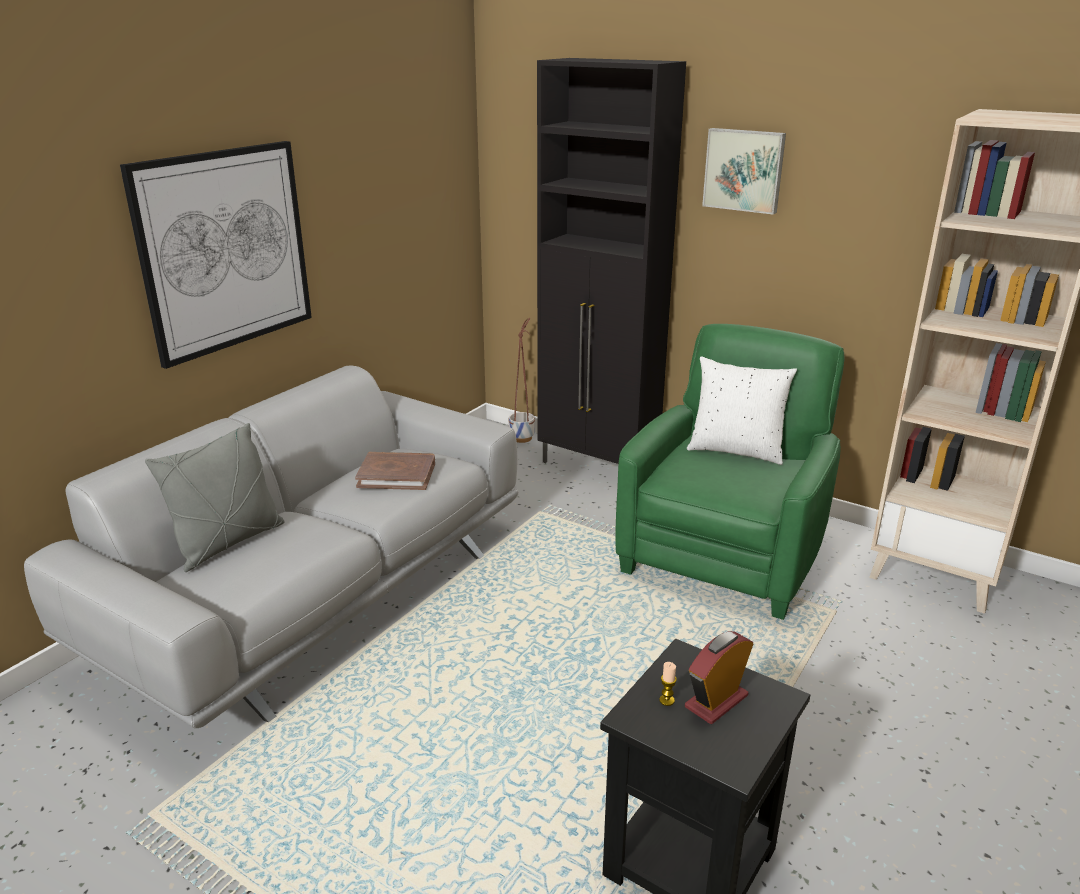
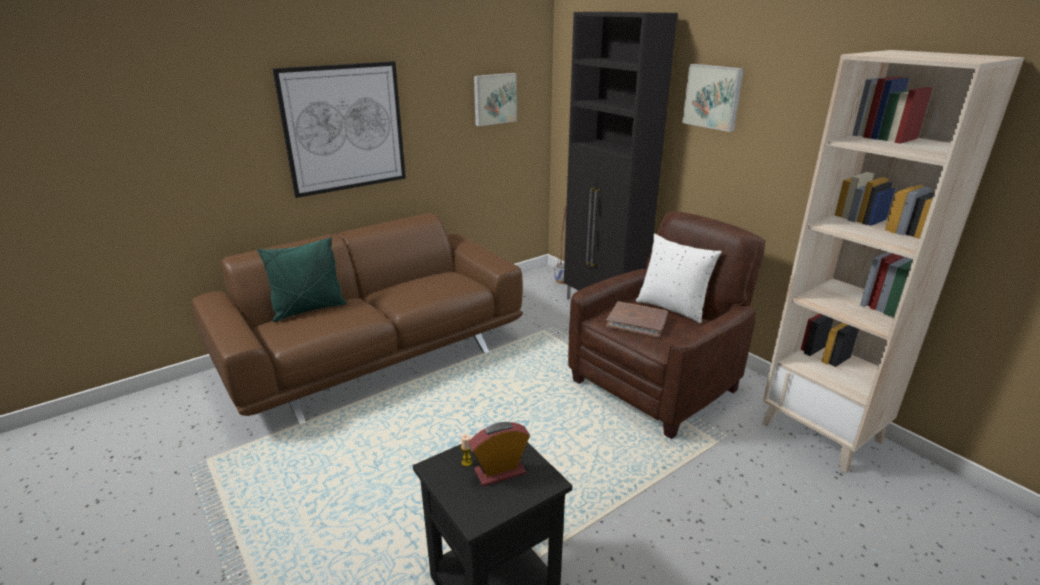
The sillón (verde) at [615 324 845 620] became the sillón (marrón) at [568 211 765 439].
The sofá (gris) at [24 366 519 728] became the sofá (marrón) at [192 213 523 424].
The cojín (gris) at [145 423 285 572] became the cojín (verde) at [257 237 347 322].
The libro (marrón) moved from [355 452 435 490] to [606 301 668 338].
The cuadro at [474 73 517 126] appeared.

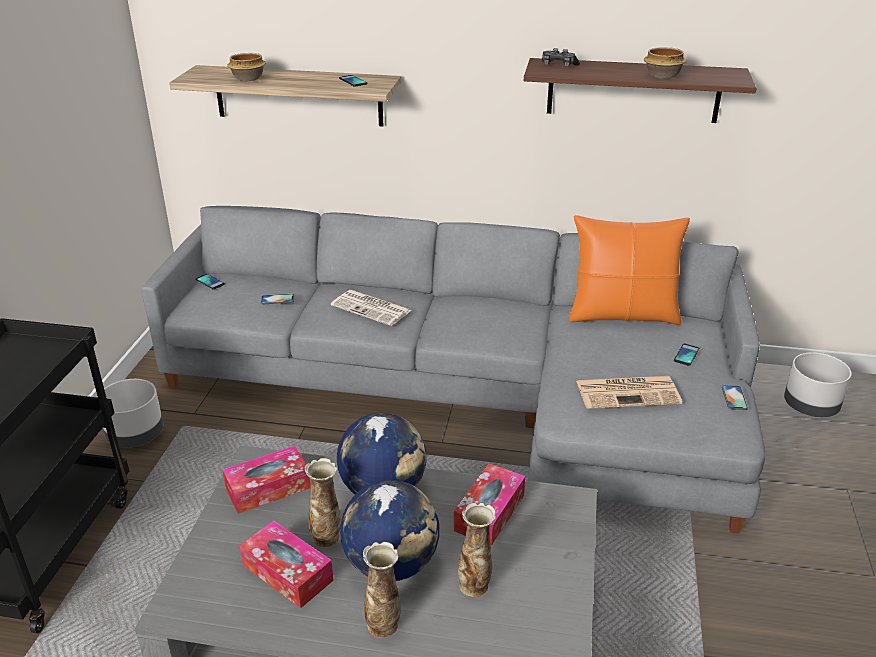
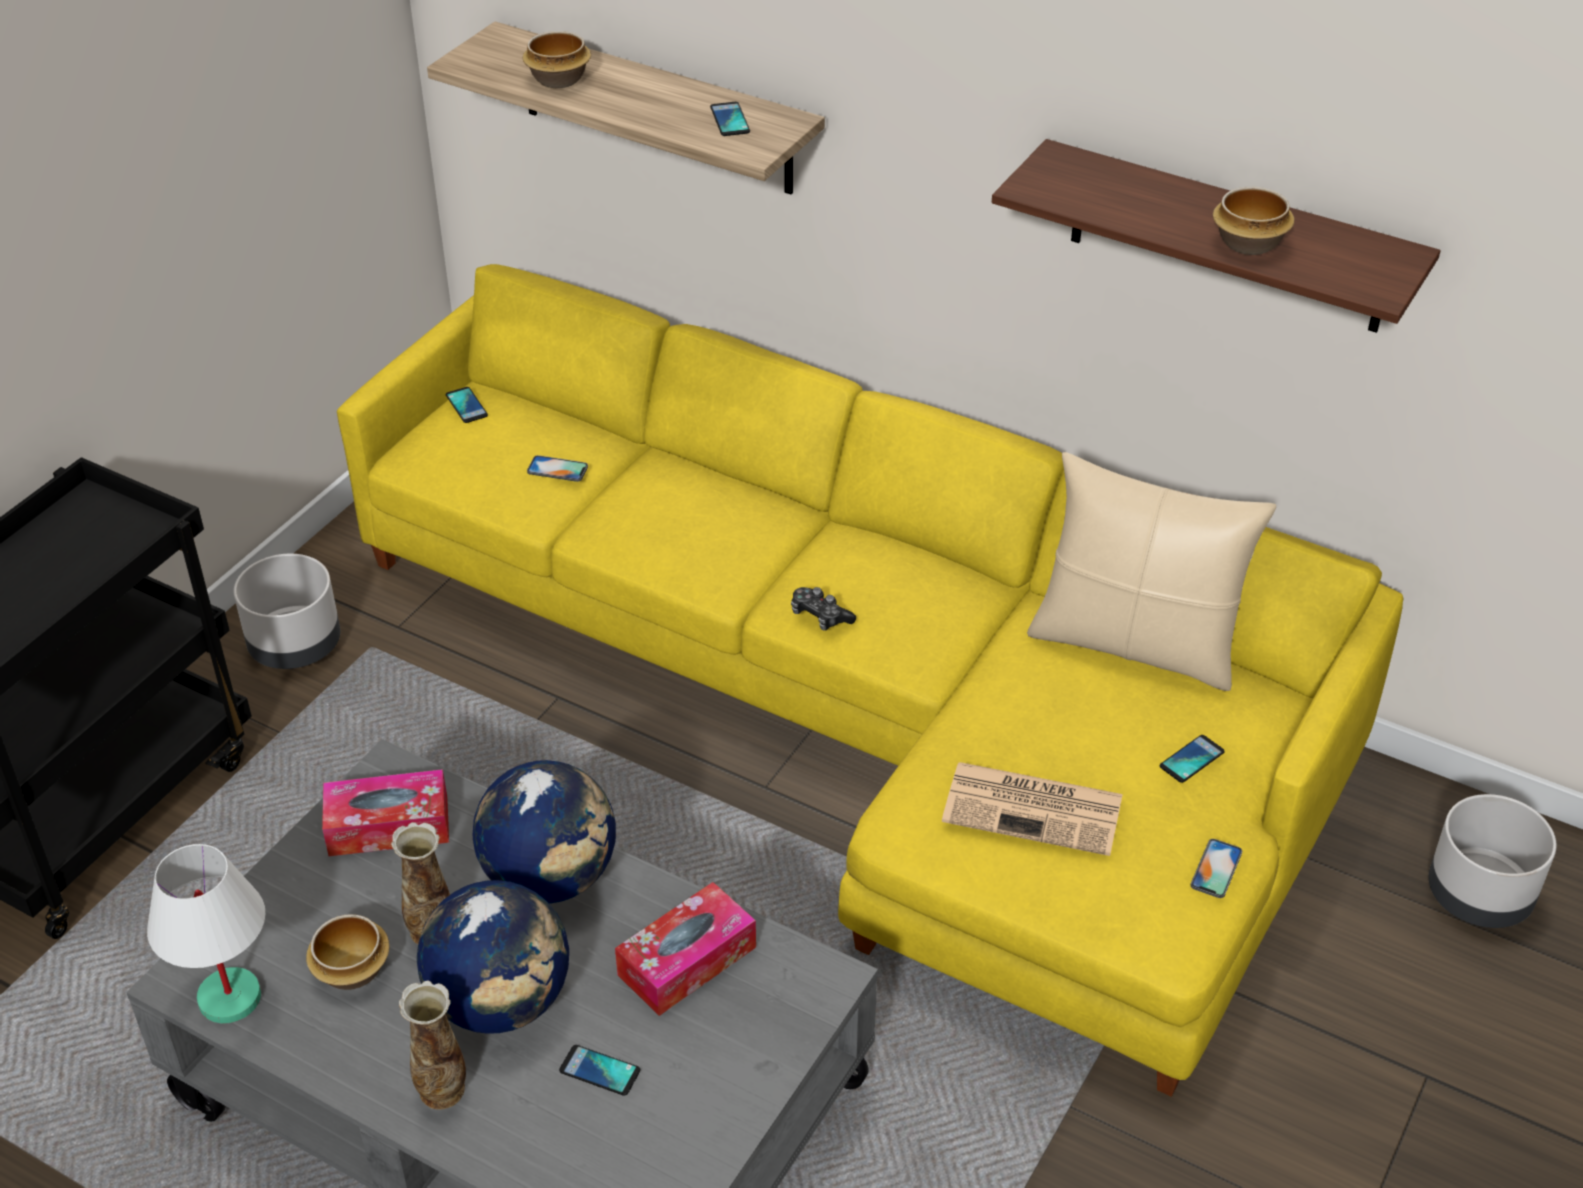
The mando de consola moved from [542 48 580 67] to [791 587 856 630].
The sofá (gris) at [141 206 765 533] became the sofá (amarillo) at [337 264 1403 1097].
The cojín (naranja) at [569 215 690 325] became the cojín (beis) at [1027 452 1276 691].
The periódico at [331 290 411 326] disappeared.
The florero at [458 503 496 597] was replaced by the móvil at [559 1045 640 1096].
The caja de pañuelos at [240 520 334 608] was replaced by the cuenco at [306 914 390 990].
The lámpara de mesa (blanco) at [147 844 266 1023] appeared.

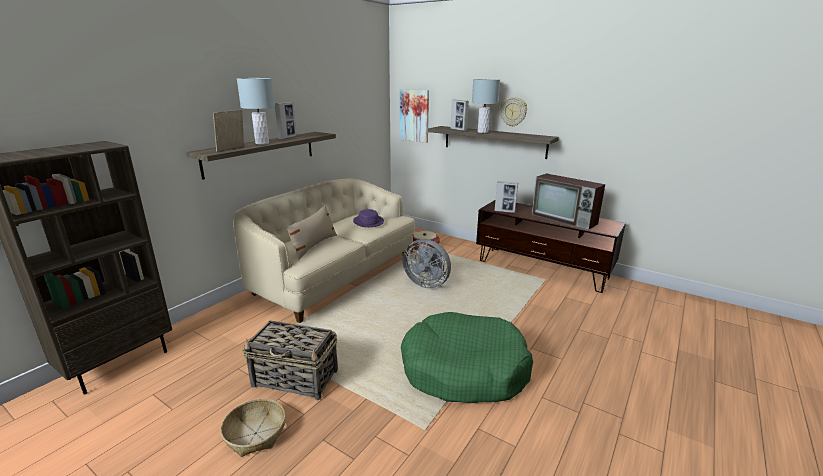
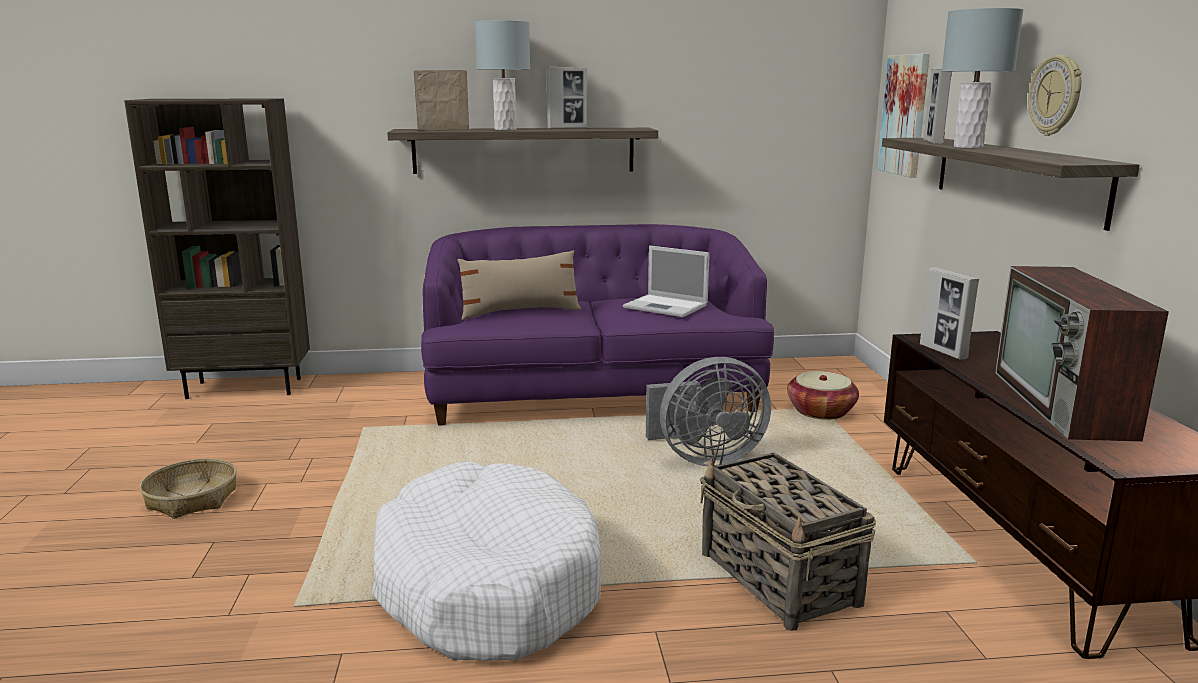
The sofá (beis) at [233 179 415 323] became the sofá (morado) at [421 224 774 426].
The sombrero (morado) at [353 209 384 227] was replaced by the portátil at [623 246 710 317].
The ventilador (gris) at [403 239 451 288] turned 90 degrees counterclockwise.
The cama para perro (verde) at [401 312 533 403] became the cama para perro (blanco) at [372 461 601 660].
The cesta moved from [242 321 338 401] to [700 453 876 631].

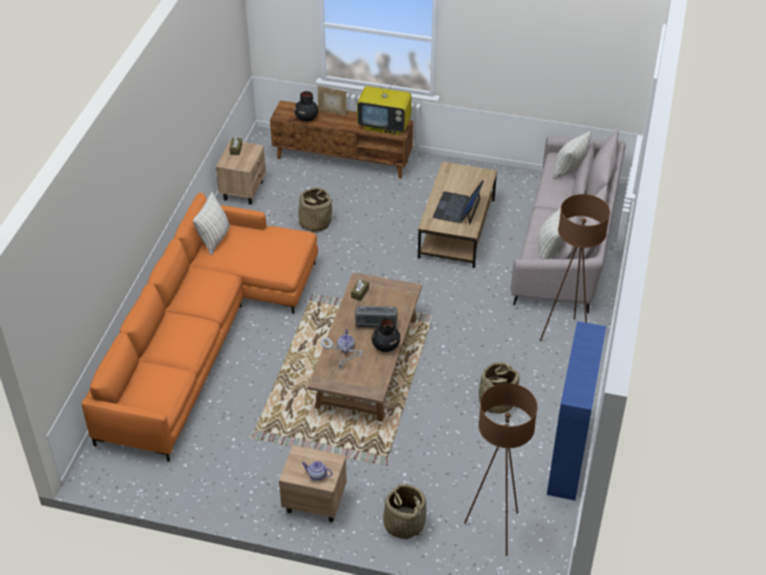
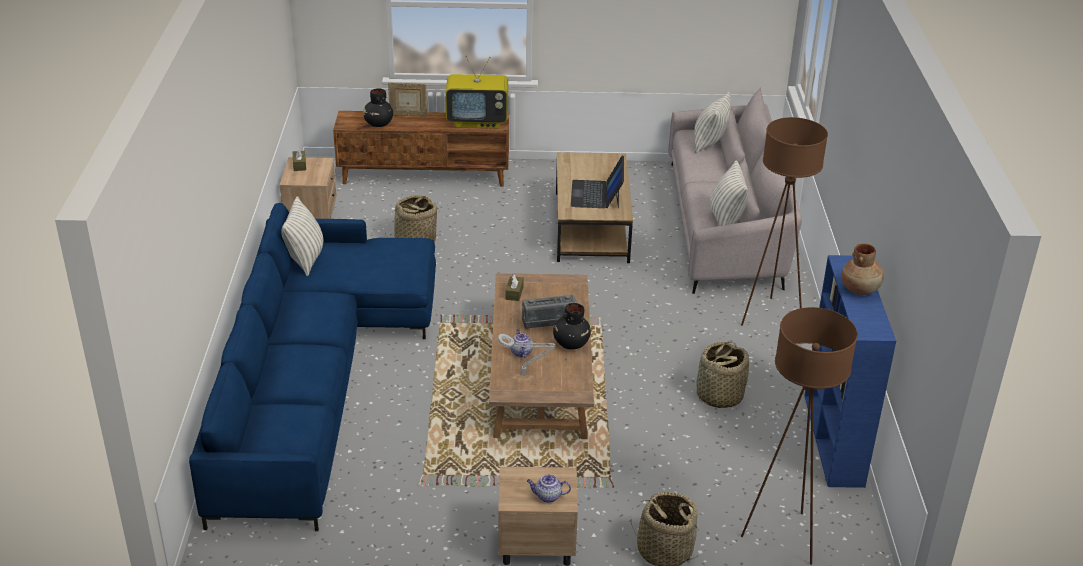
The sofá (naranja) at [82 193 318 462] became the sofá (azul) at [189 203 436 531].
The florero (marrón) at [842 243 884 295] appeared.

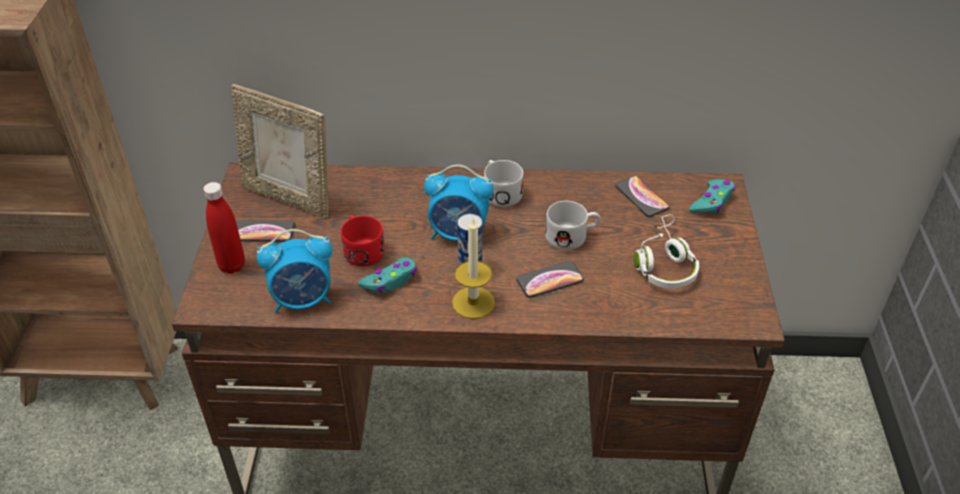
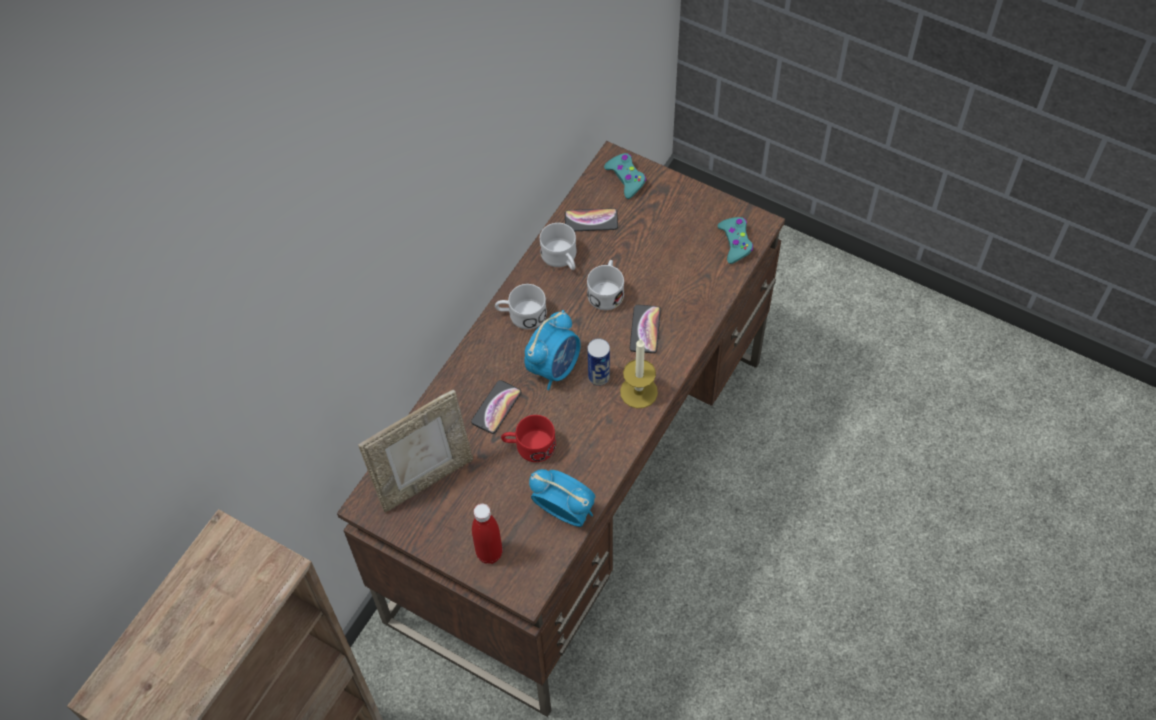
The auriculares (blanco) at [634 214 699 289] disappeared.
The móvil moved from [236 220 295 242] to [471 380 521 434].
The despertador at [257 229 333 313] turned 75 degrees counterclockwise.
The mando de consola (turquesa) moved from [358 257 417 294] to [718 217 753 264].
The taza grande (blanco) at [539 223 577 270] appeared.

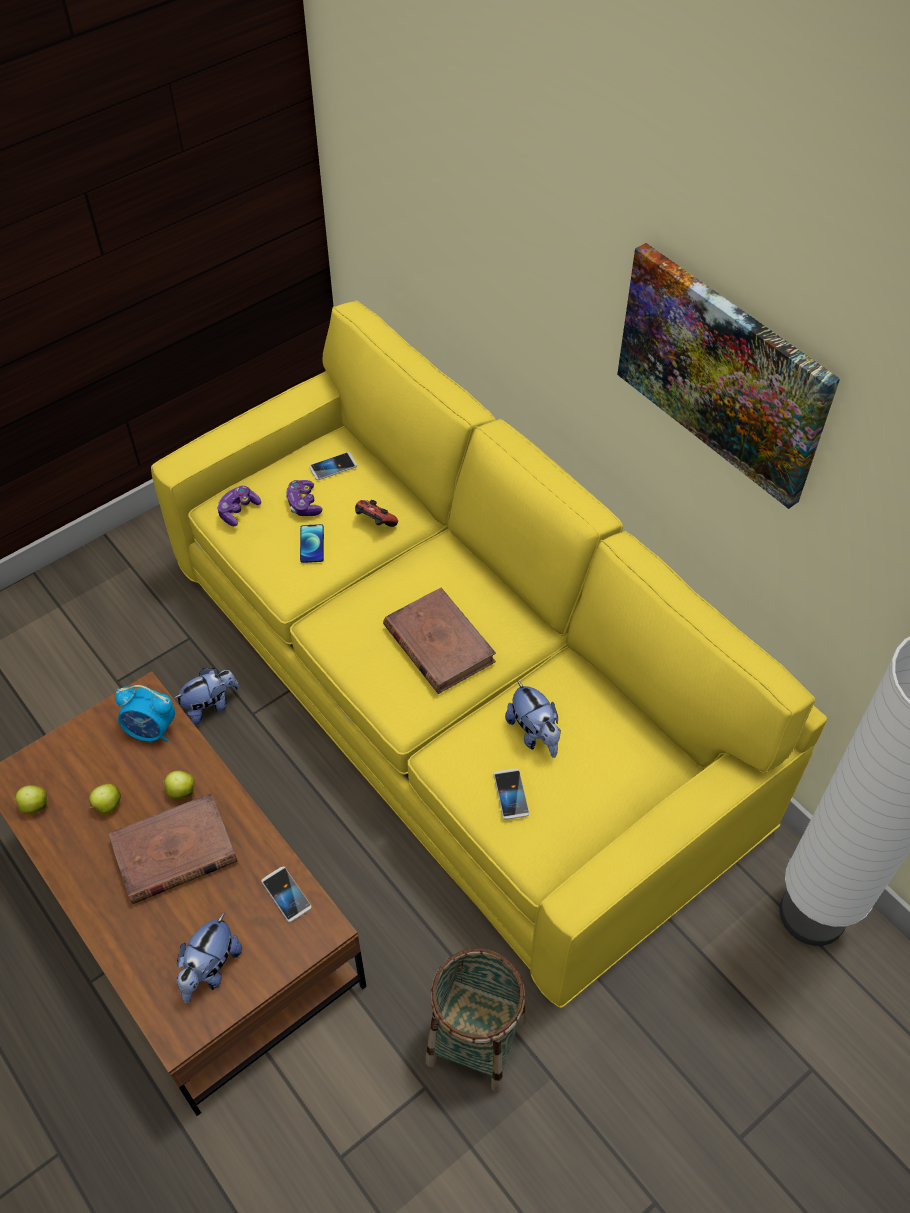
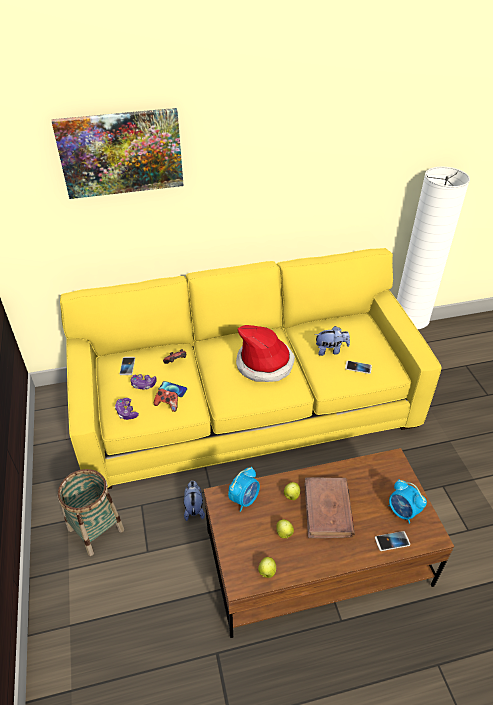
The cuadro moved from [617 243 840 509] to [52 108 184 199].
The libro (marrón) at [383 588 496 694] was replaced by the sombrero at [236 325 295 382].
The móvil moved from [261 867 312 922] to [375 531 410 551].
The peluche at [176 912 242 1004] was replaced by the despertador at [389 479 427 524].
The cesta moved from [425 948 525 1093] to [58 469 124 556].
The mando de consola at [154 388 178 412] appeared.

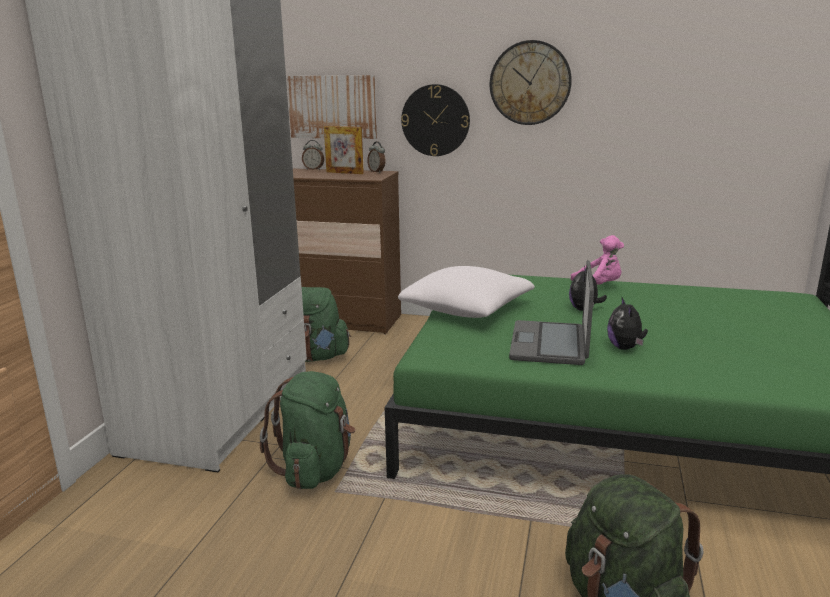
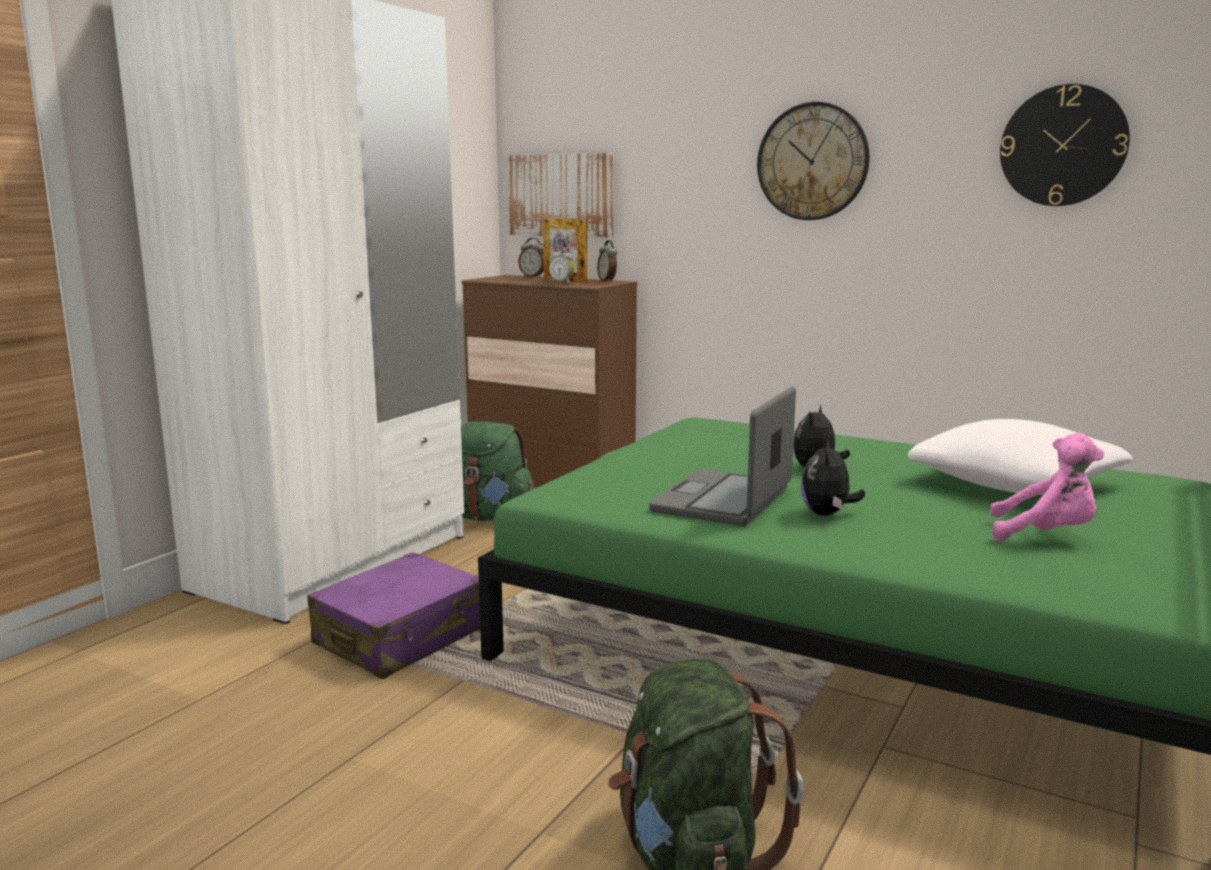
The reloj de pared moved from [401 84 470 156] to [1000 84 1130 206].
The peluche (rosa) moved from [571 235 624 285] to [990 433 1104 541].
The cojín (blanco) moved from [398 266 535 318] to [908 419 1133 495].
The mochila (verde) at [260 371 355 489] was replaced by the maleta (morado) at [307 552 480 679].
The despertador at [549 252 574 284] appeared.

